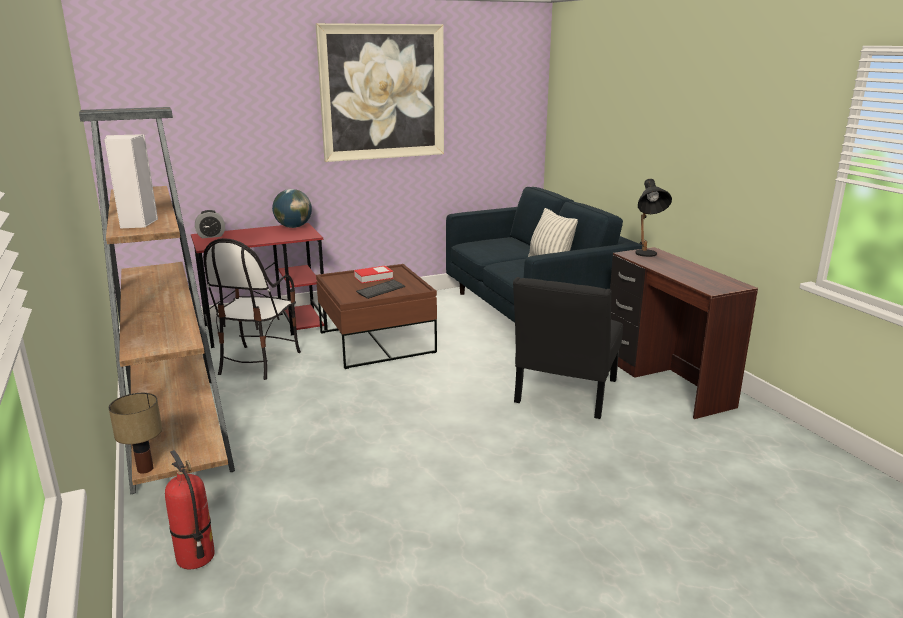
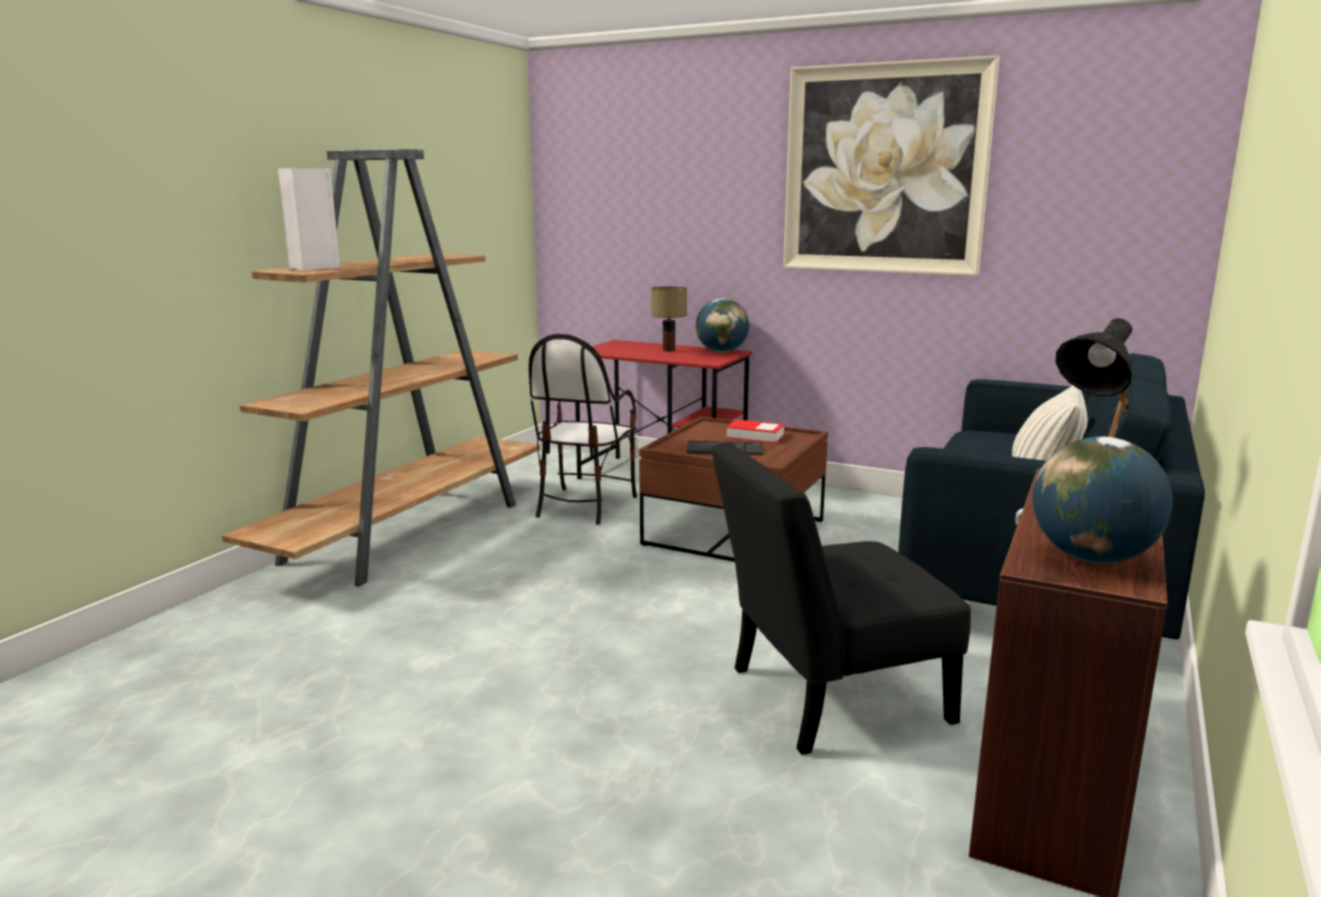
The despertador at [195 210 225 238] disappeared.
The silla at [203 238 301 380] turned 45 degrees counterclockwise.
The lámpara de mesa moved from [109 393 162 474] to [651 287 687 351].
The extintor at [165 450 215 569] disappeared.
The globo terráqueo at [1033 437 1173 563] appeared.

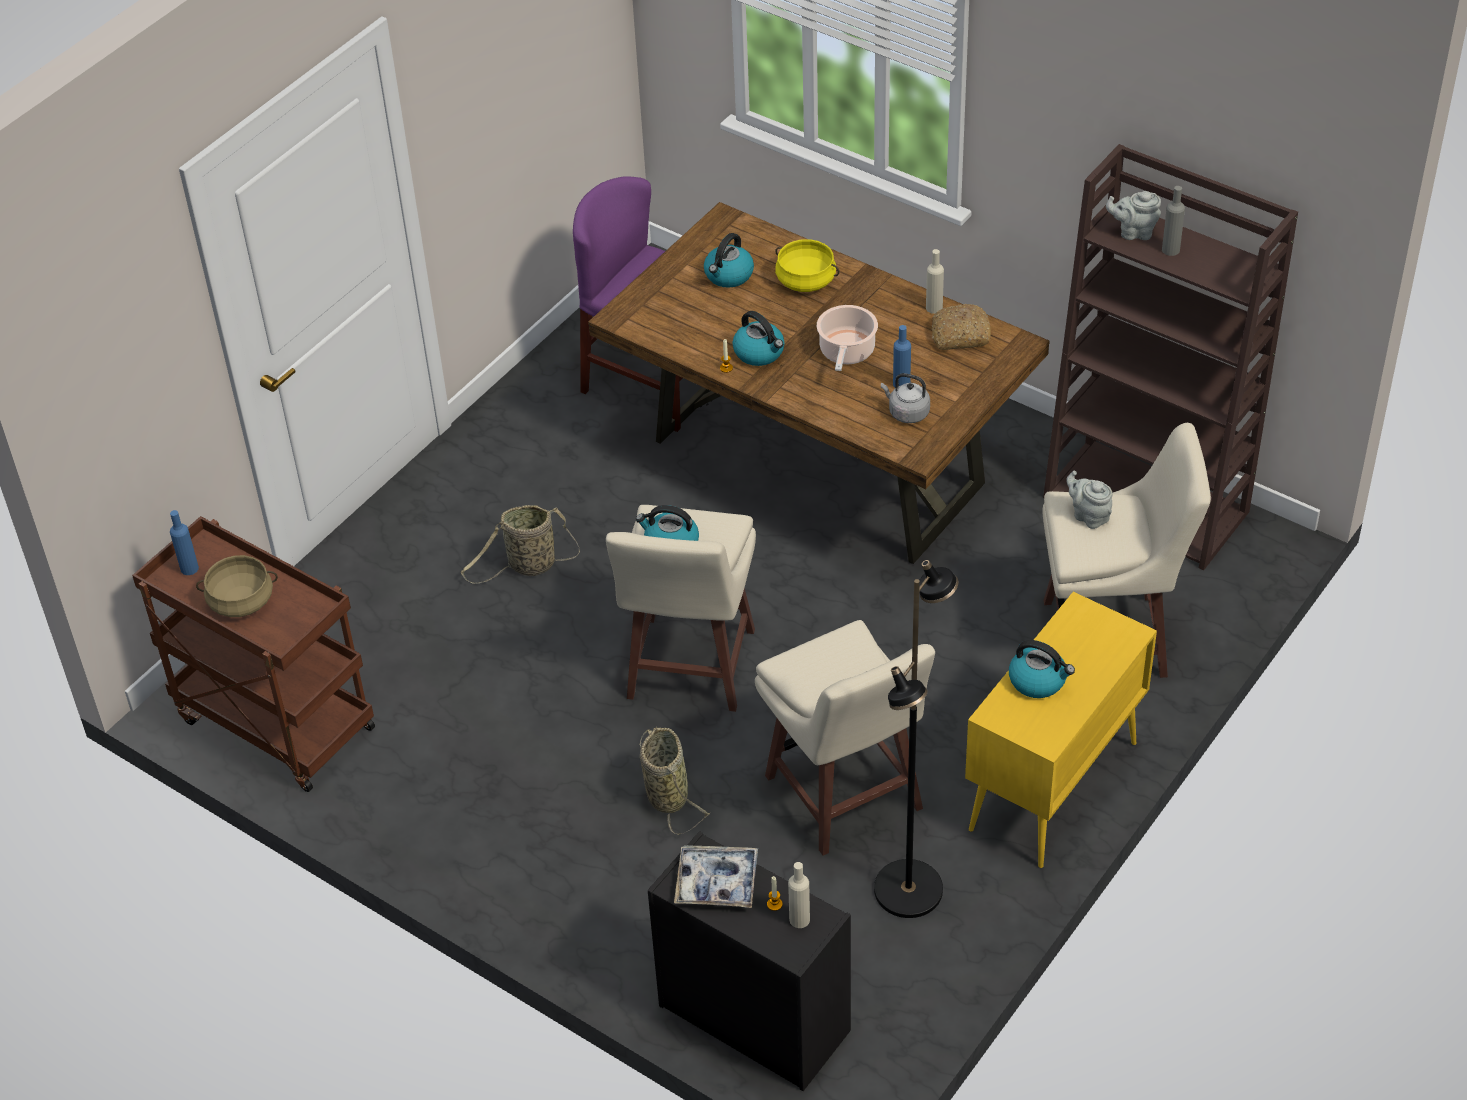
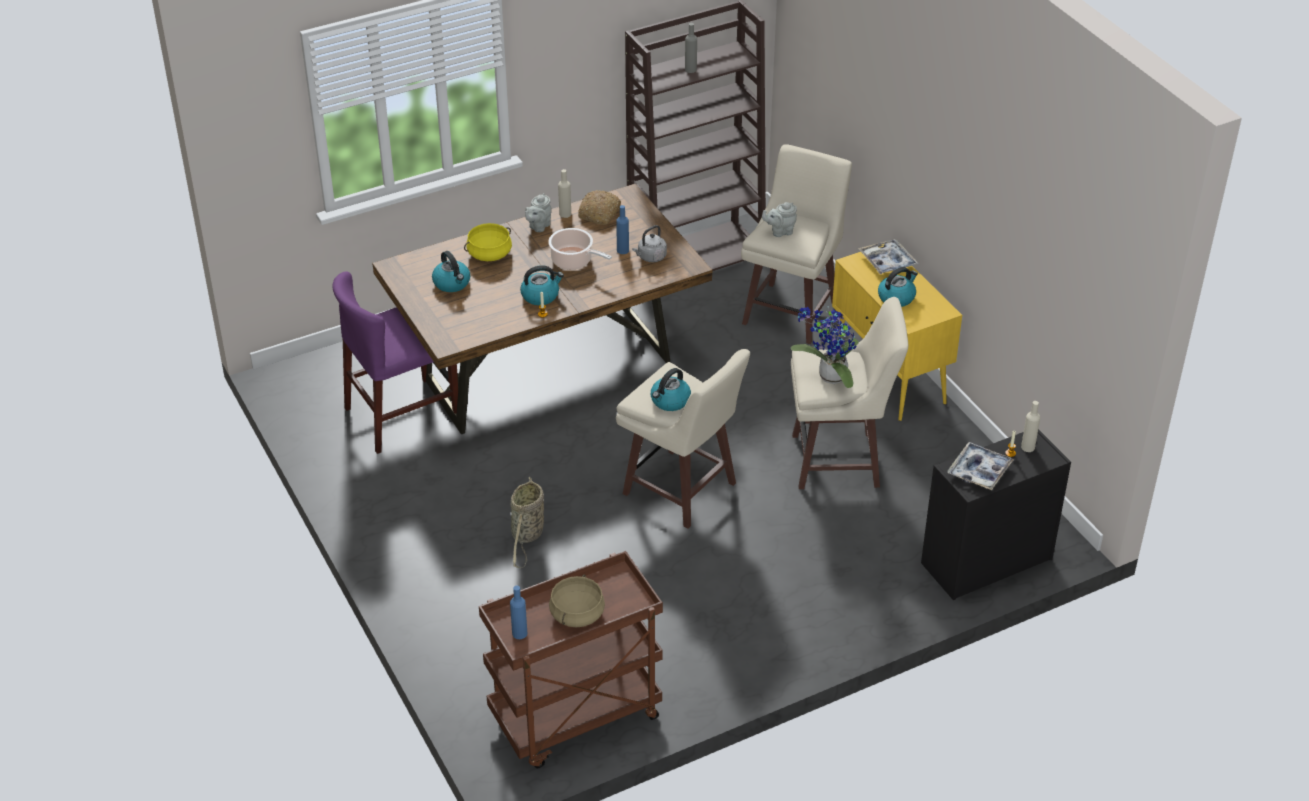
The tetera (gris) moved from [1106 191 1161 240] to [525 193 552 232].
The lámpara de pie (negro) at [874 560 958 918] disappeared.
The cesta at [640 727 711 835] disappeared.
The bandeja at [858 239 918 275] appeared.
The planta en maceta at [791 306 859 388] appeared.

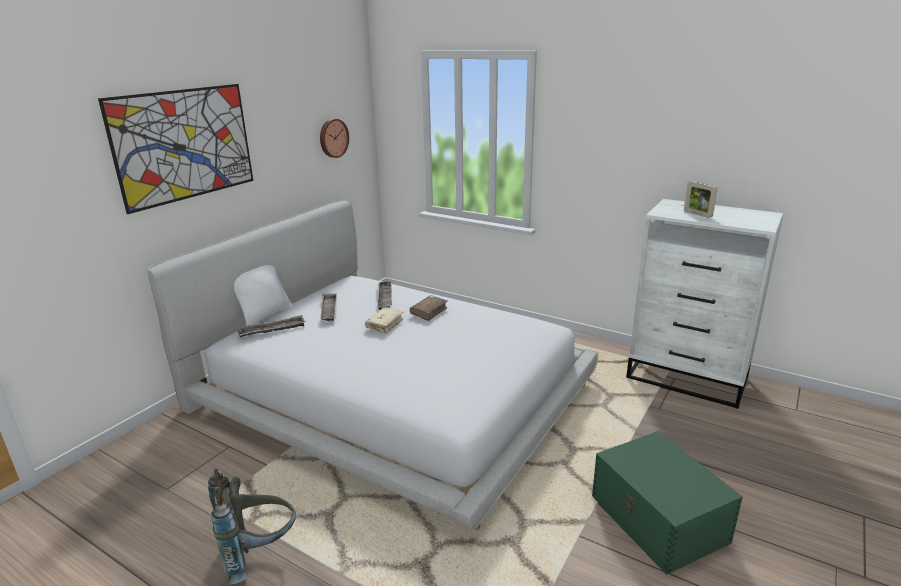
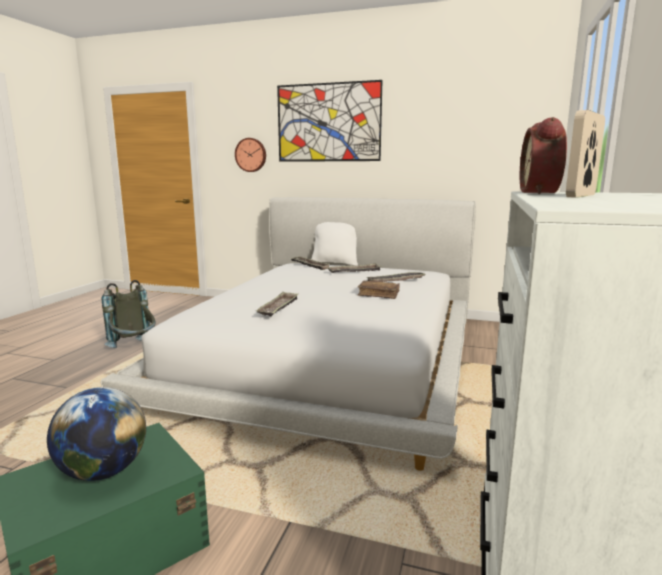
The reloj de pared moved from [320 119 349 158] to [235 138 266 172].
The libro (beis) at [365 307 403 334] disappeared.
The despertador at [520 117 567 194] appeared.
The bandeja at [256 292 299 316] appeared.
The globo terráqueo at [47 387 146 481] appeared.

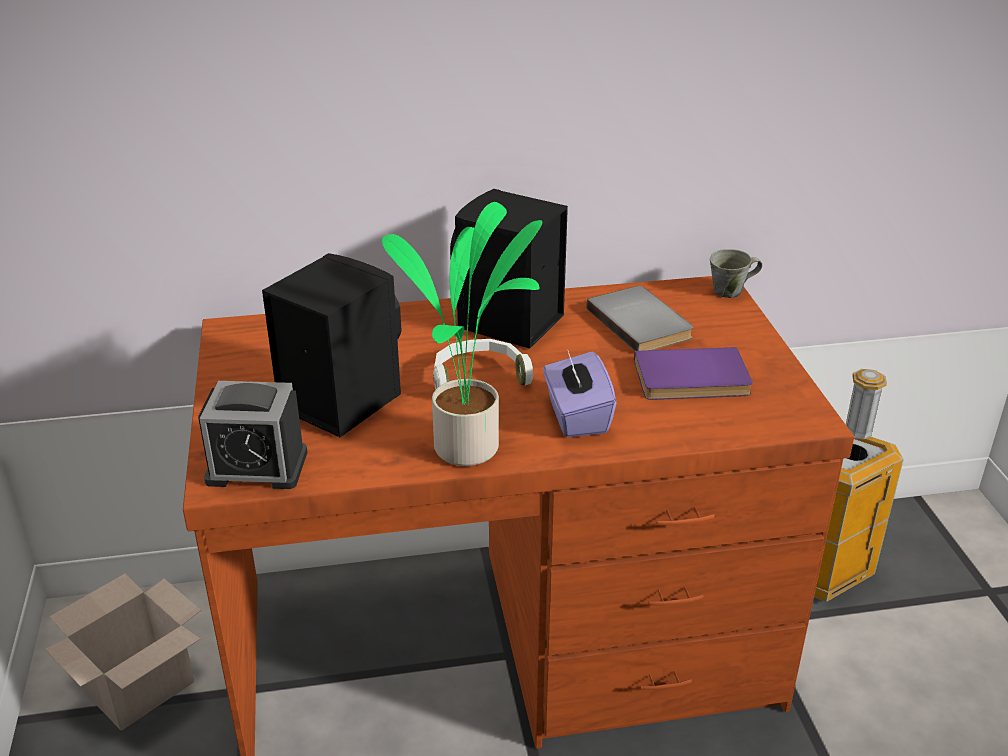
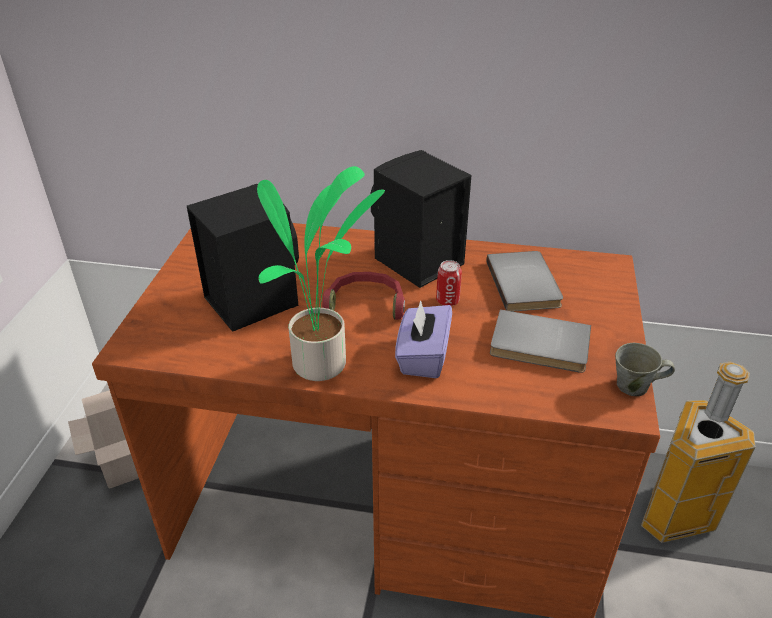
The taza grande (gris) moved from [710 249 762 298] to [615 343 675 396].
The auriculares (blanco) at [433 339 533 390] became the auriculares (rojo) at [322 272 405 320].
The libro (morado) at [634 347 753 400] became the libro (gris) at [490 309 591 373].
The despertador at [198 381 308 489] disappeared.
The lata at [436 260 462 306] appeared.

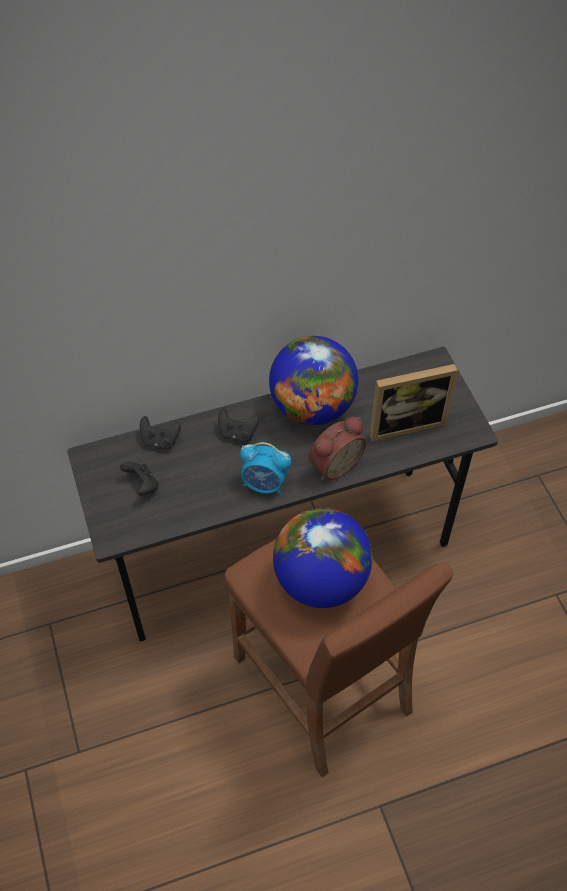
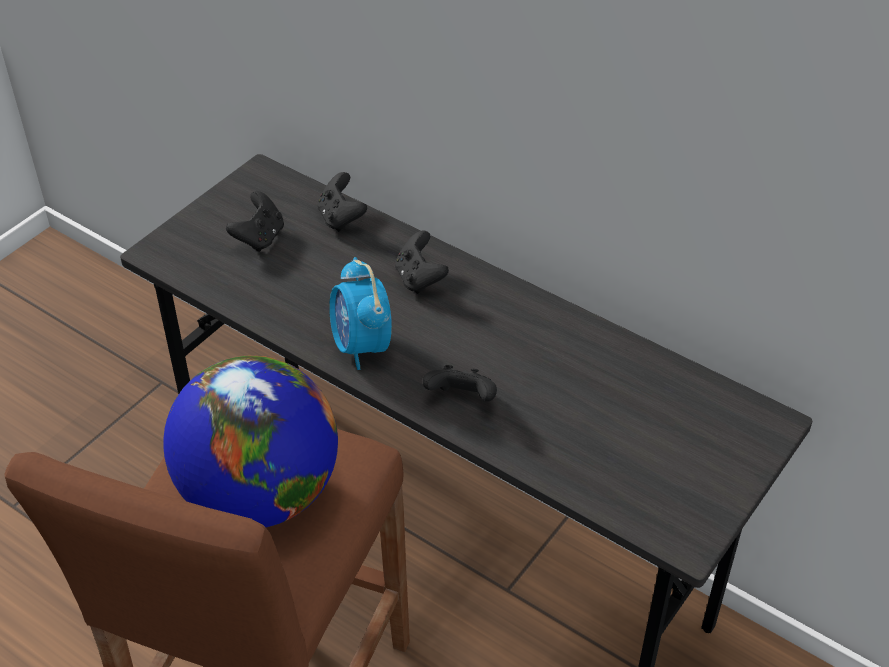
The globo terráqueo at [269 336 358 425] disappeared.
The portarretratos at [370 364 459 442] disappeared.
The despertador at [308 417 366 480] was replaced by the mando de consola (negro) at [423 365 497 402].

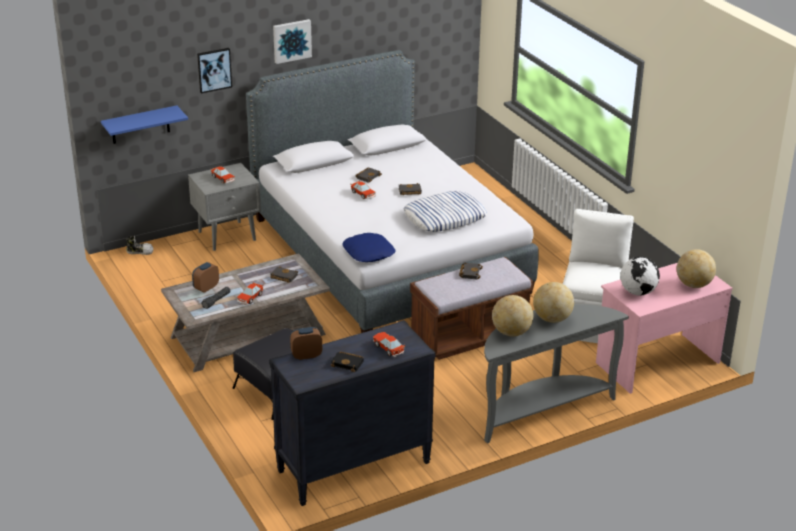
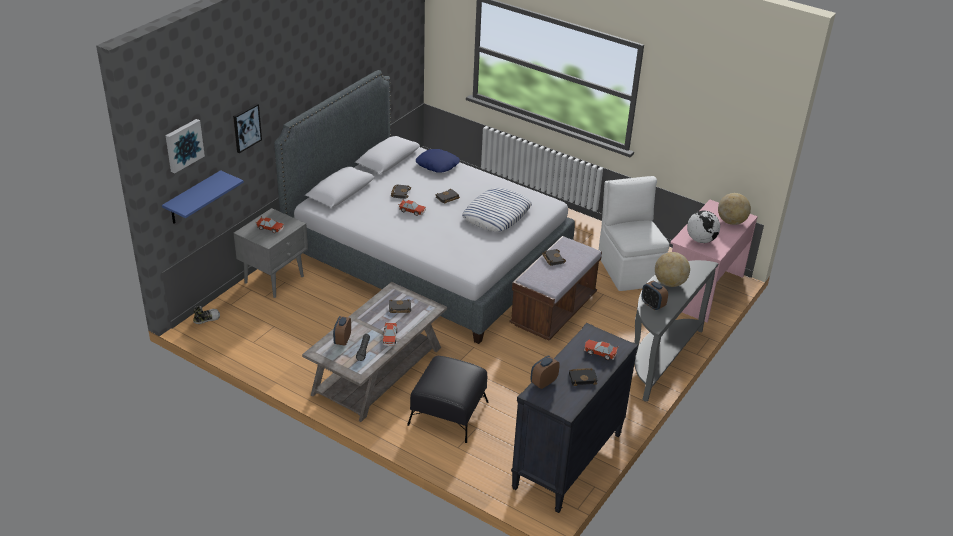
The cuadro moved from [273 19 312 64] to [165 119 205 173].
The cojín (azul) moved from [342 233 396 262] to [416 149 460 173].
The globo terráqueo at [492 295 533 336] was replaced by the despertador at [642 281 668 310].

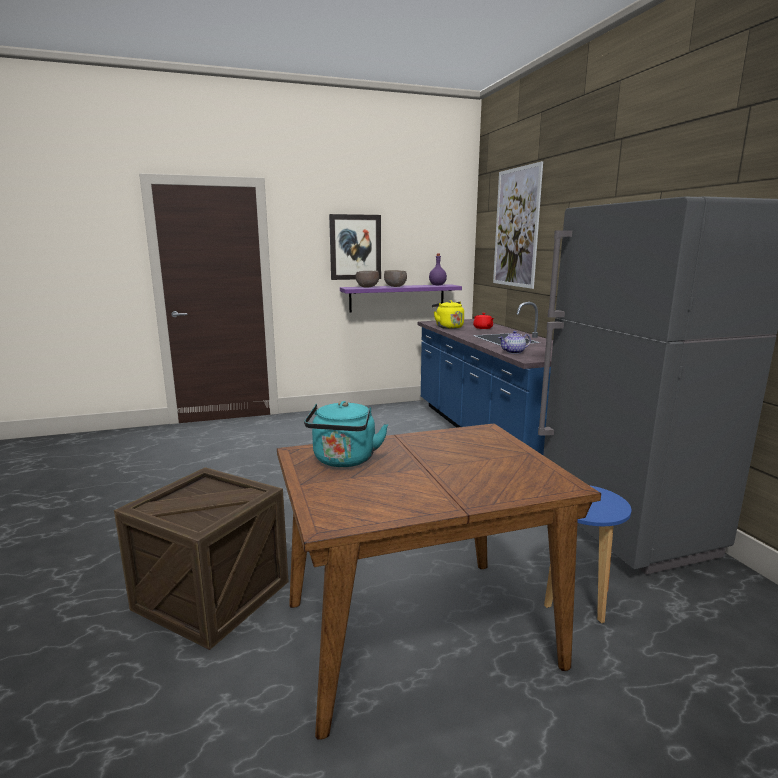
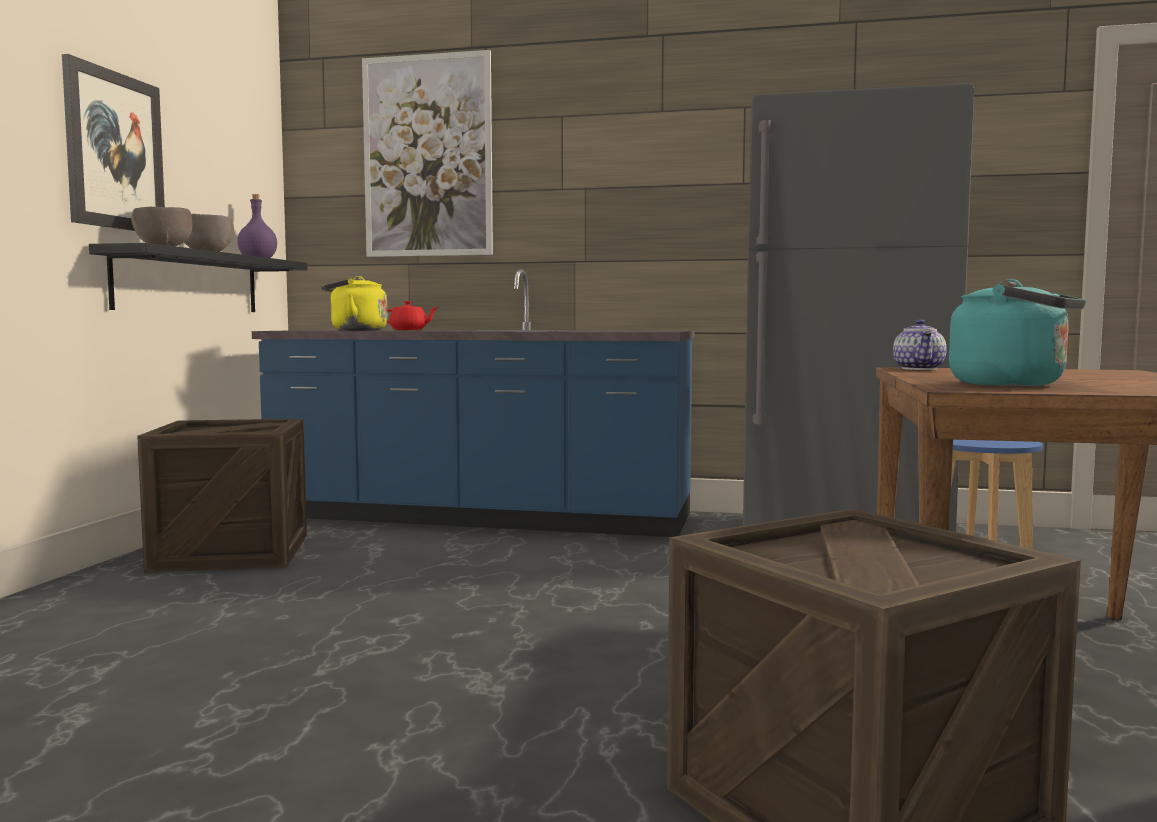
The estante (morado) at [340 284 462 313] became the estante (negro) at [89 243 307 312].
The tetera moved from [499 331 531 354] to [893 319 947 370].
The caja de embalaje at [137 419 307 573] appeared.

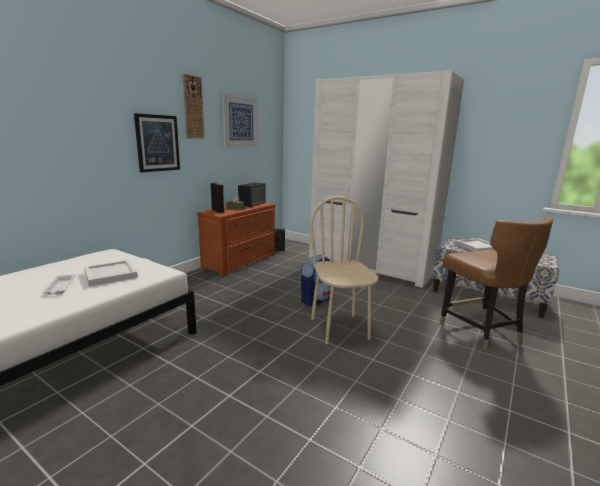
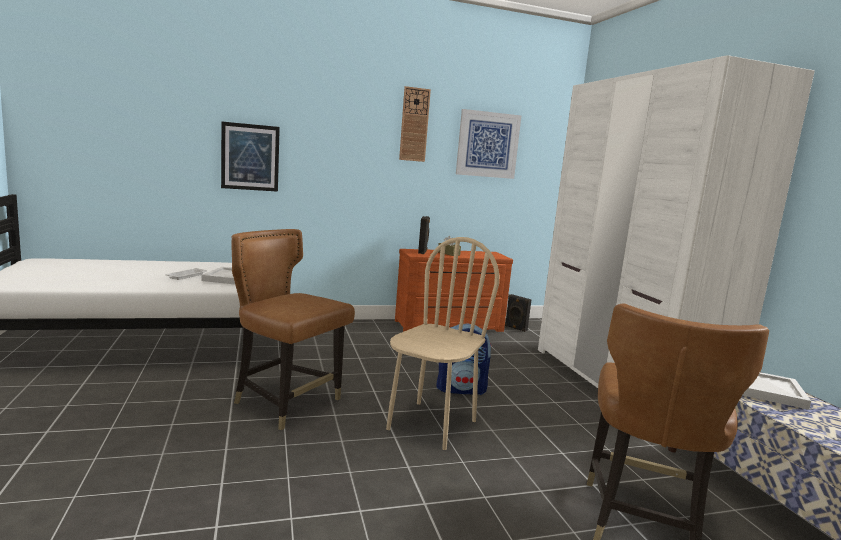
The cuadro moved from [134 113 180 172] to [221 121 280 192].
The altavoz at [238 182 265 207] disappeared.
The silla (marrón) at [232 229 355 430] appeared.

